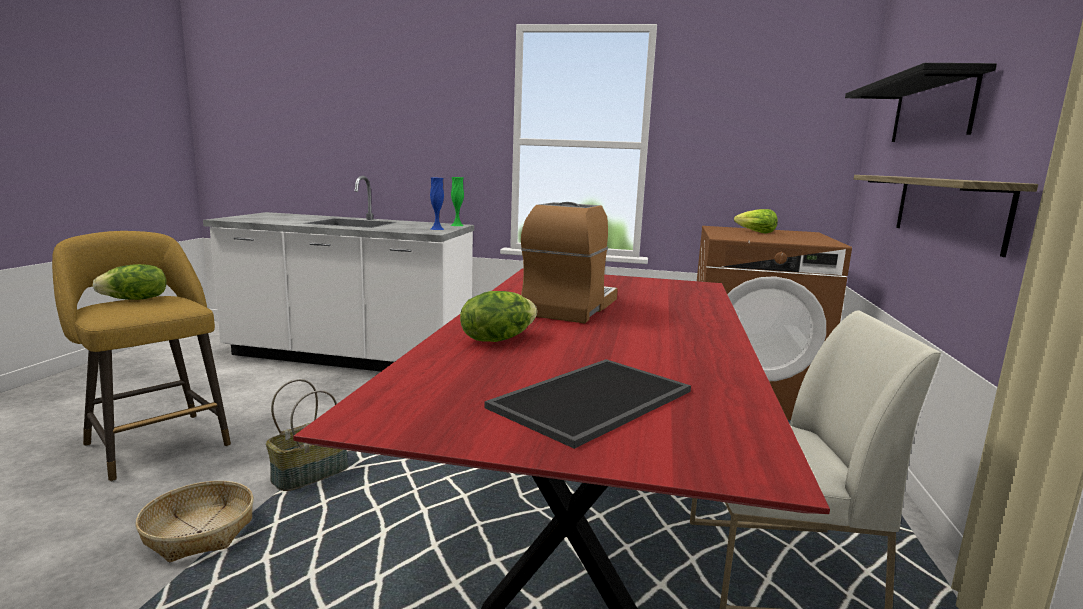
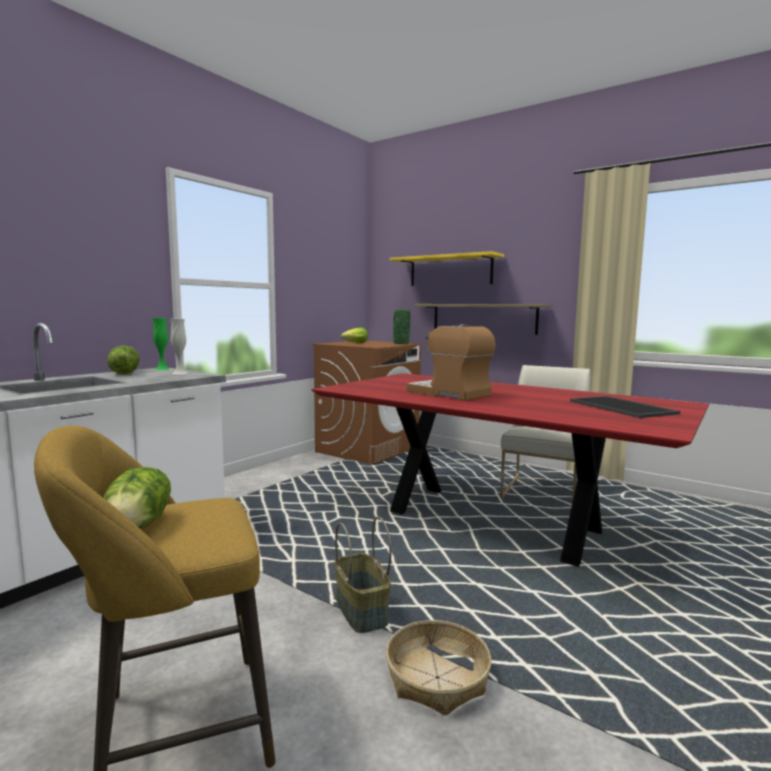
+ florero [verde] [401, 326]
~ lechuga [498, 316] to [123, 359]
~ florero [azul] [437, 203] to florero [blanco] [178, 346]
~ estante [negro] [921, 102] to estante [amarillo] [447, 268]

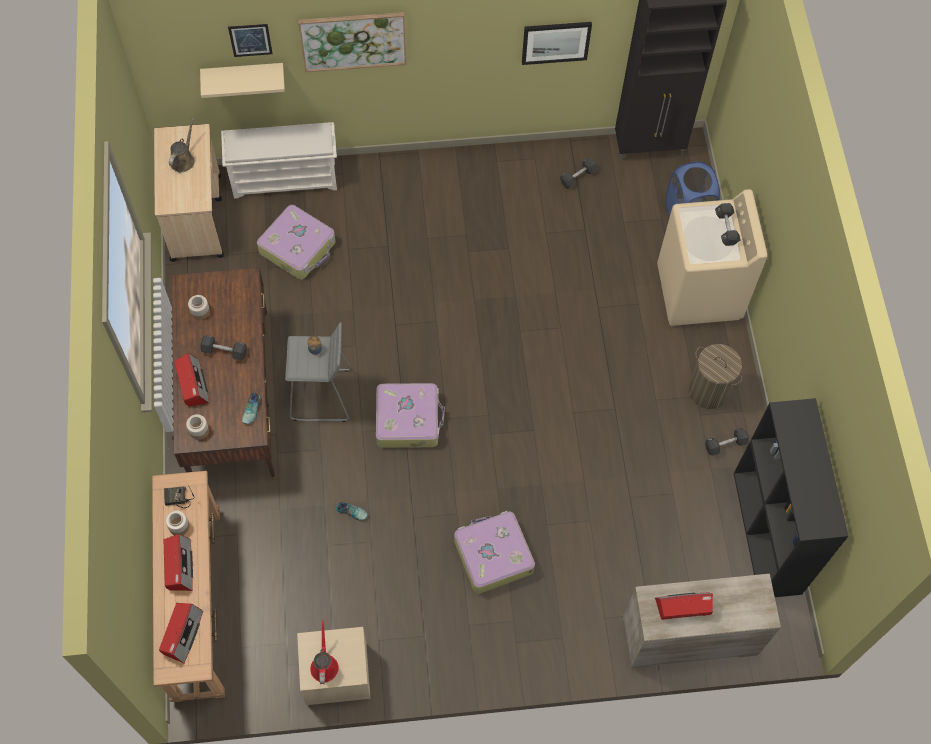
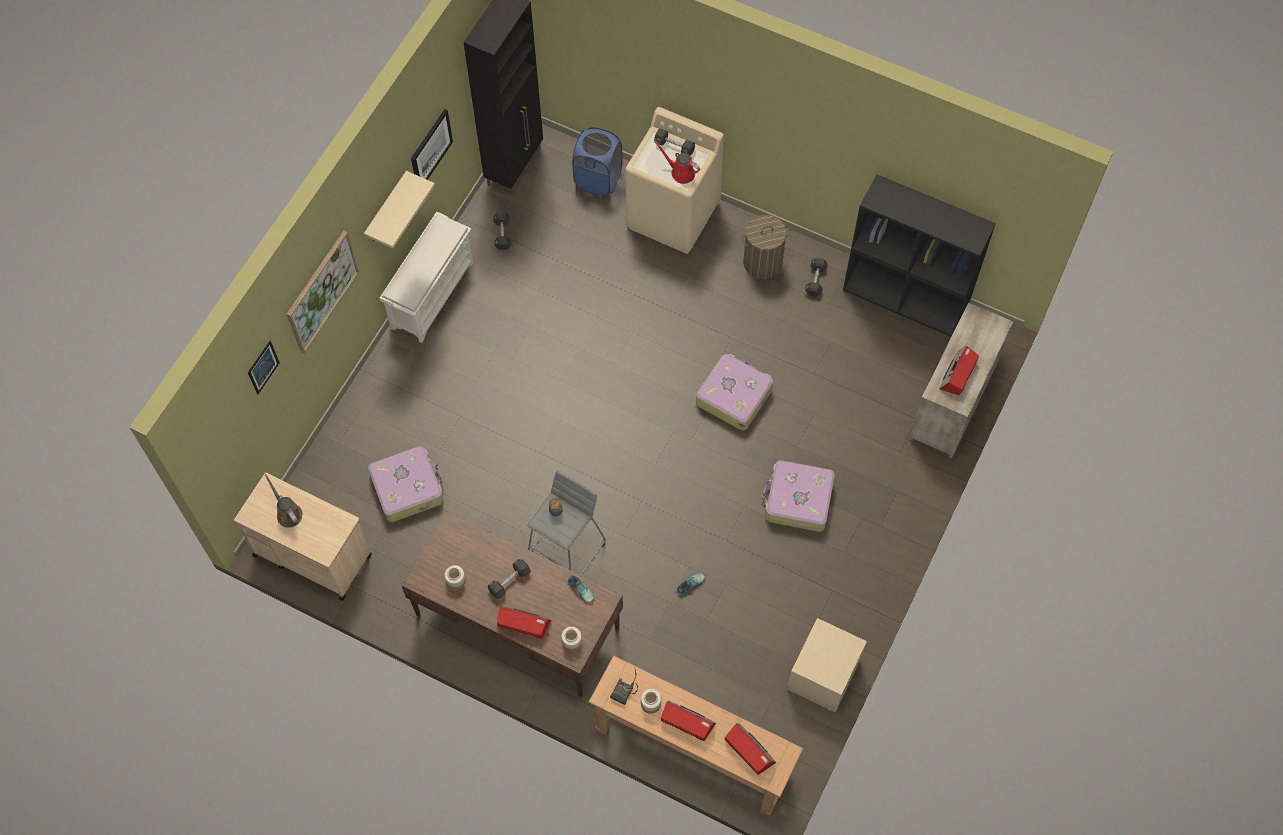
~ estante [beis] [242, 80] to [399, 209]
~ zapatero [blanco] [279, 160] to [426, 277]
~ regadera [rojo] [324, 651] to [677, 162]
~ maleta [410, 415] to [734, 392]

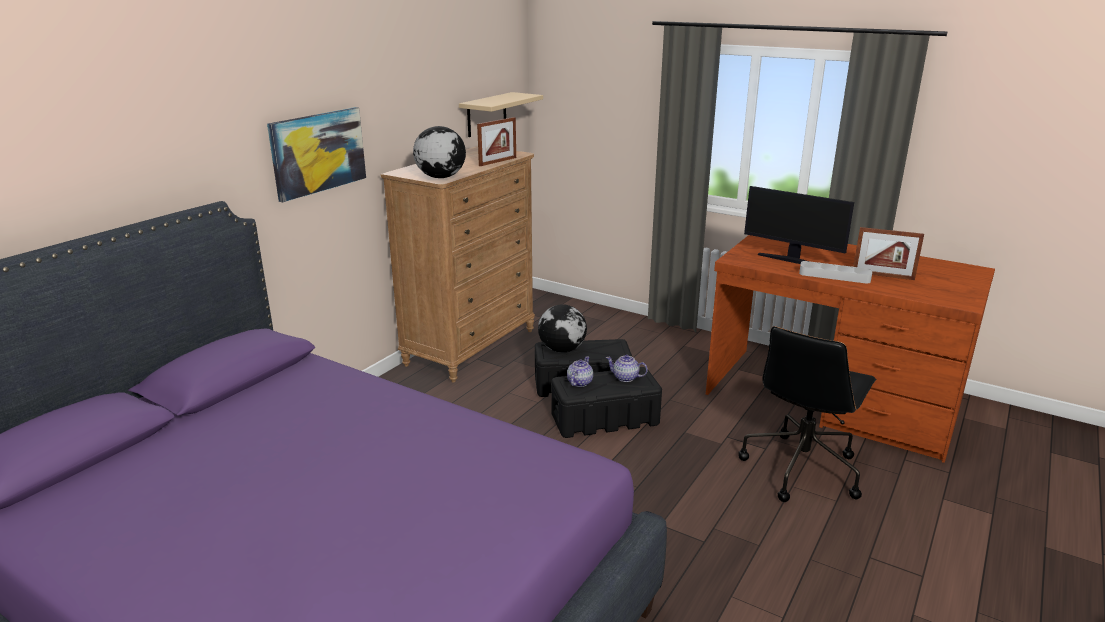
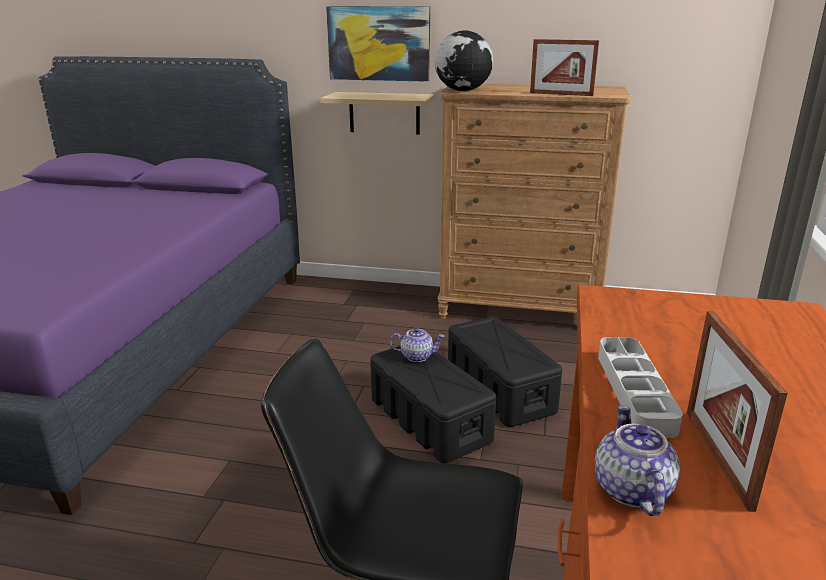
- globo terráqueo [562, 328]
- monitor [799, 225]
~ estante [beis] [501, 114] to [377, 113]
~ tetera [627, 368] to [637, 460]

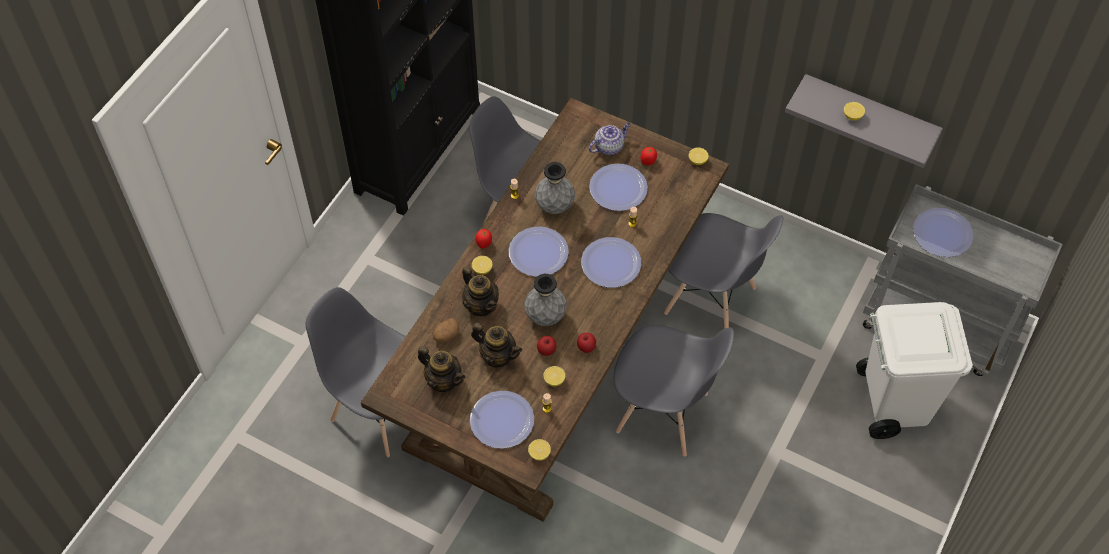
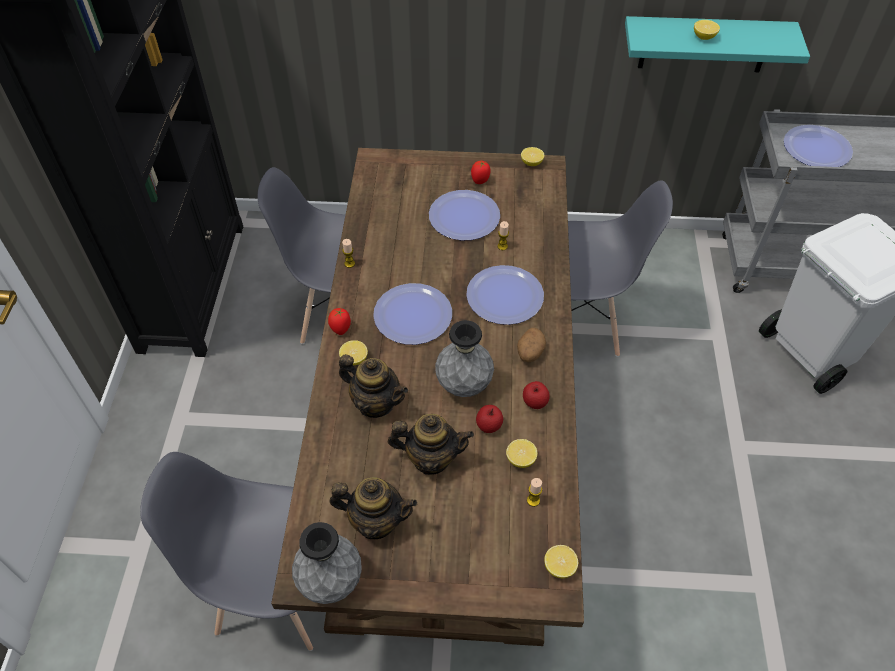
- plato [502, 420]
- tetera [610, 139]
- silla [gris] [674, 390]
~ patata [446, 330] to [531, 345]
~ florero [gris] [555, 188] to [327, 563]
~ estante [gris] [864, 121] to estante [turquesa] [717, 44]

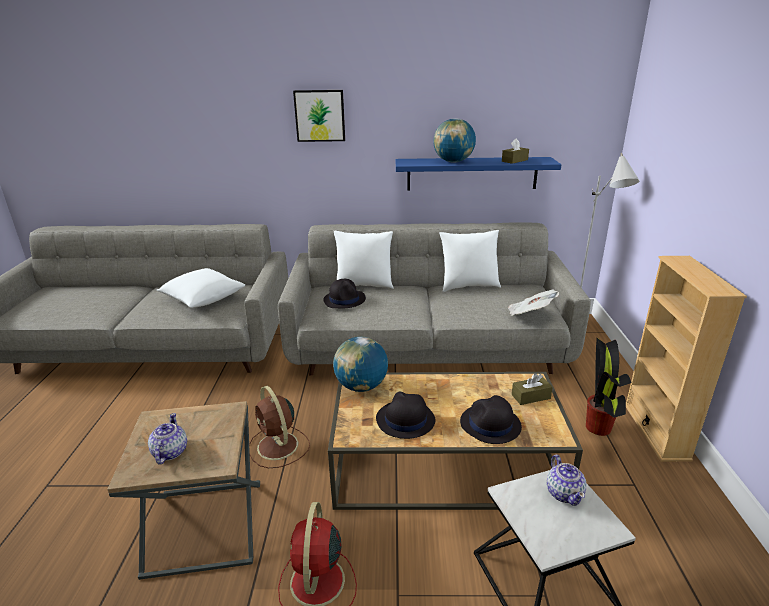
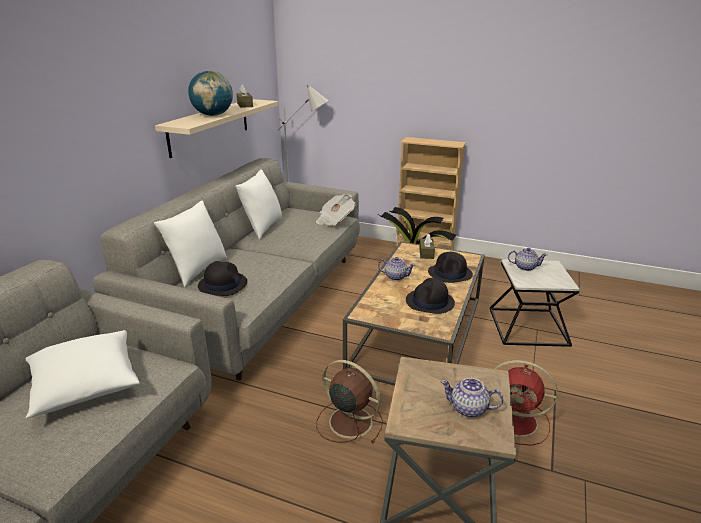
- cuadro [319, 116]
- globo terráqueo [360, 364]
+ tetera [396, 269]
~ estante [azul] [479, 174] to estante [beis] [216, 128]
~ ventilador [marrón] [279, 427] = [349, 402] 135 degrees counterclockwise

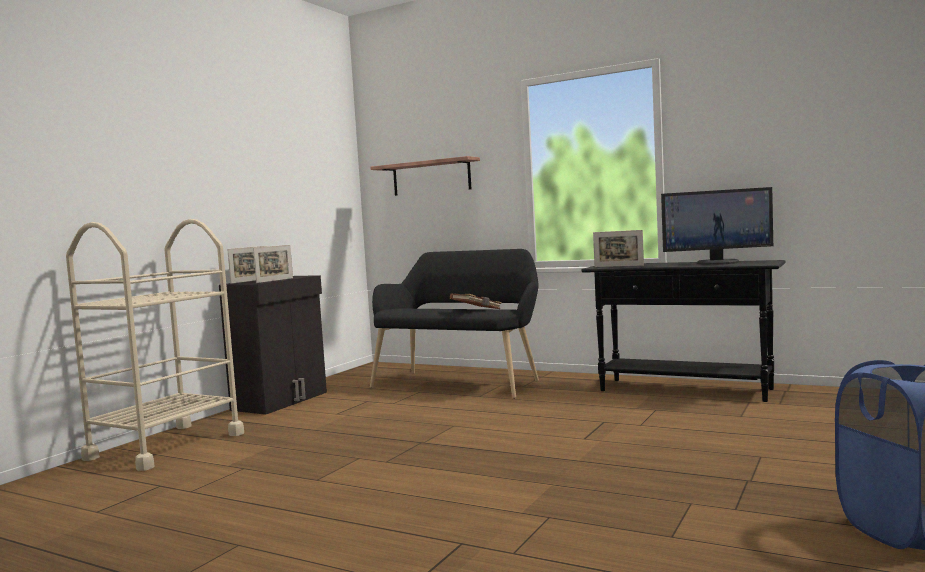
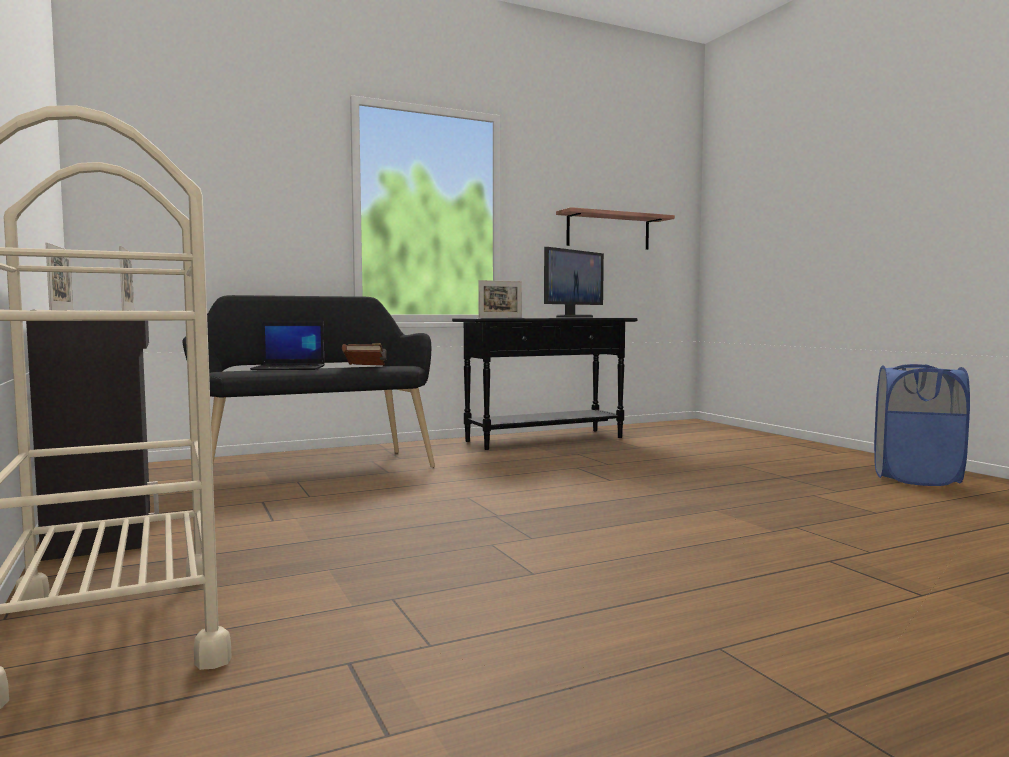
+ portátil [287, 345]
~ estante [425, 176] to [615, 228]

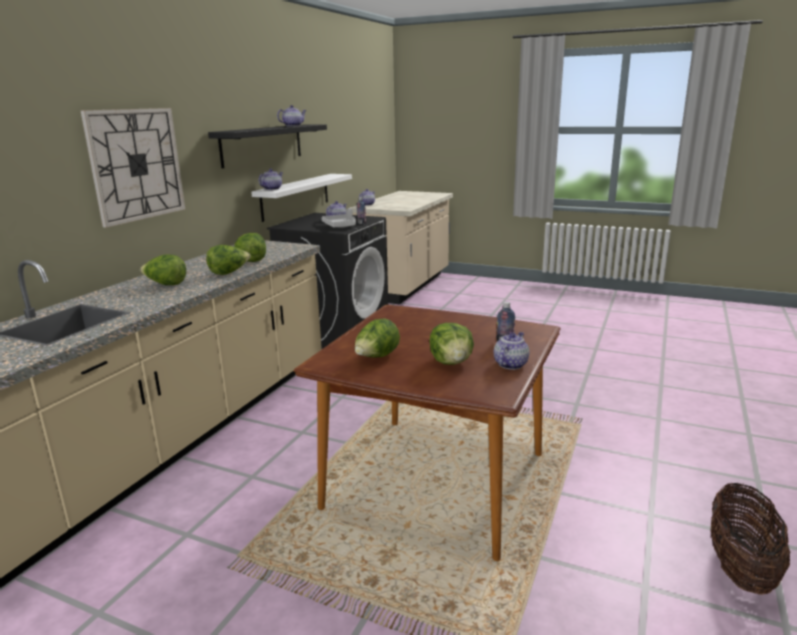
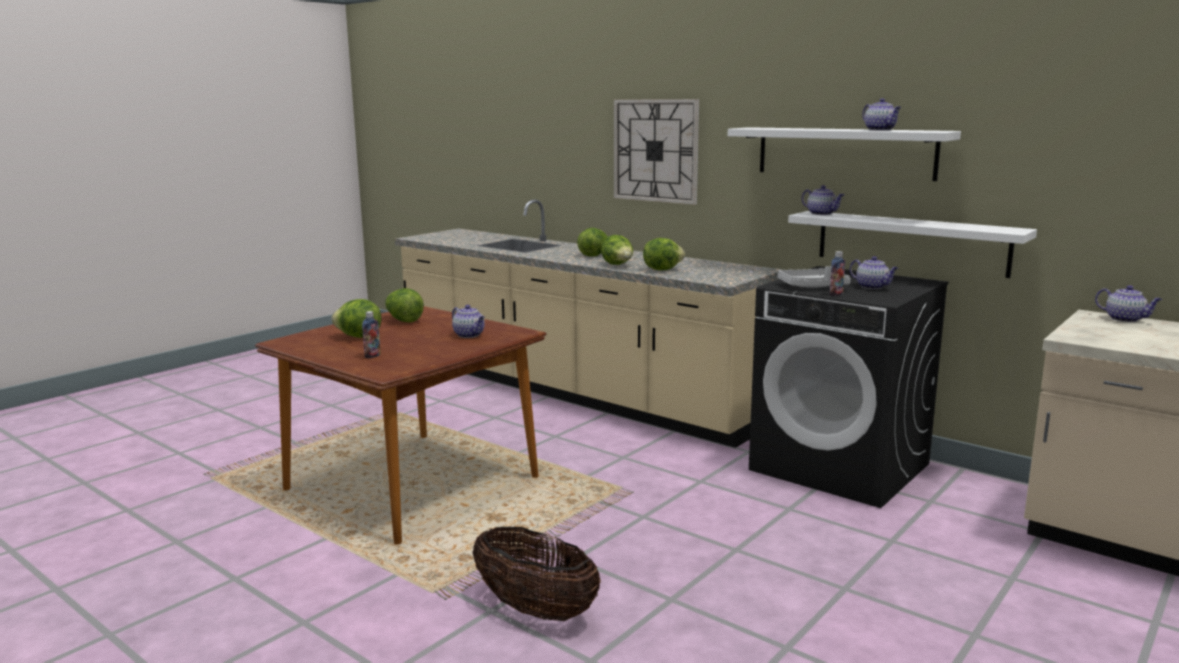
~ tetera [512, 351] to [468, 321]
~ cesta [750, 538] to [536, 574]
~ estante [negro] [267, 146] to estante [blanco] [844, 154]

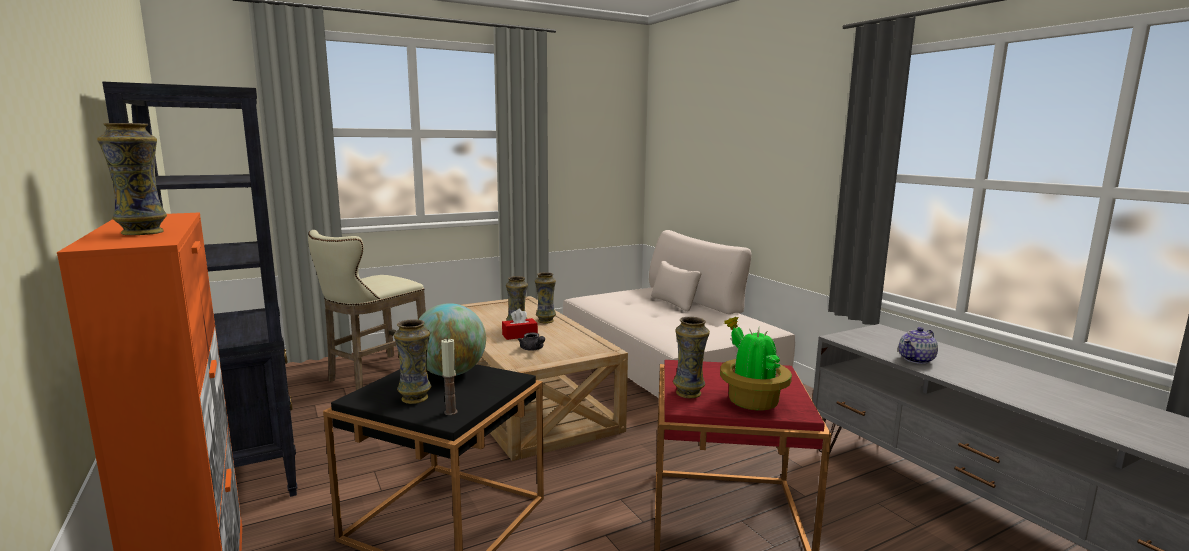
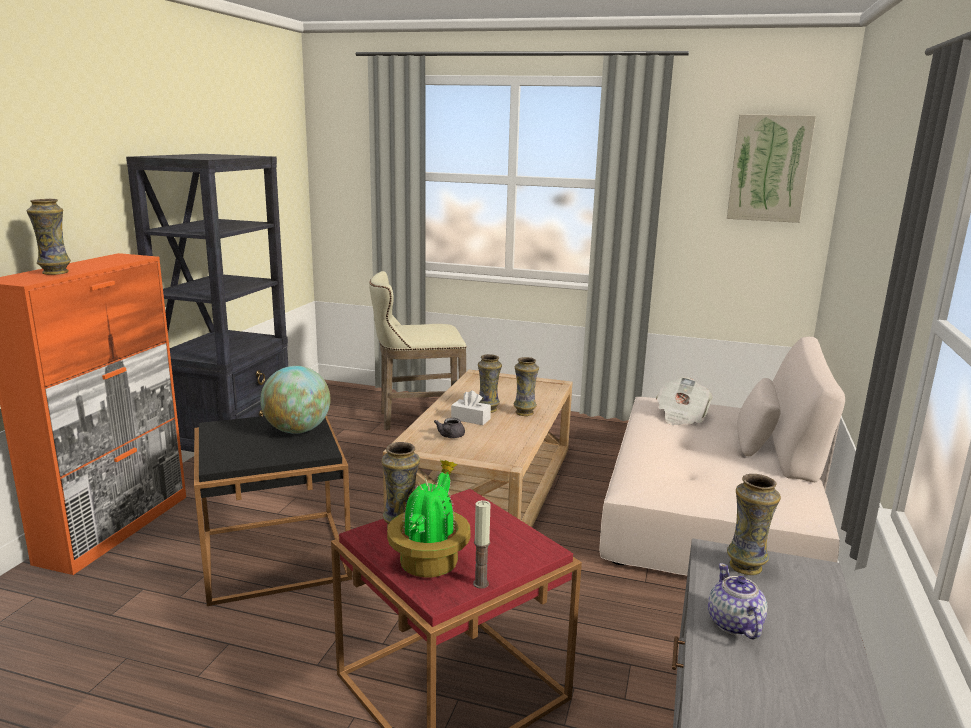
+ periódico [684, 401]
+ cuadro [771, 168]
~ florero [412, 361] to [754, 524]
~ vela [449, 376] to [481, 544]
~ caja de pañuelos [rojo] [520, 324] to caja de pañuelos [blanco] [471, 407]
~ tetera [918, 345] = [738, 601] 75 degrees clockwise

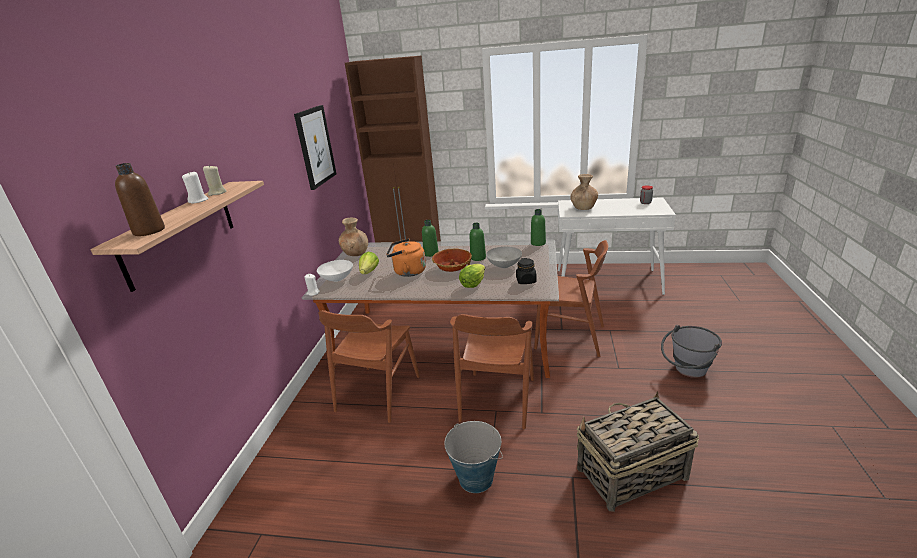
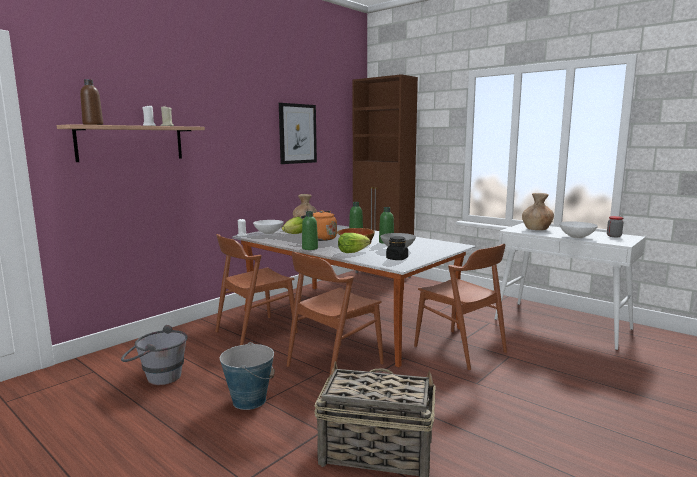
+ cuenco [blanco] [578, 230]
~ botella [verde] [538, 227] to [310, 230]
~ cubo [gris] [691, 351] to [154, 355]

